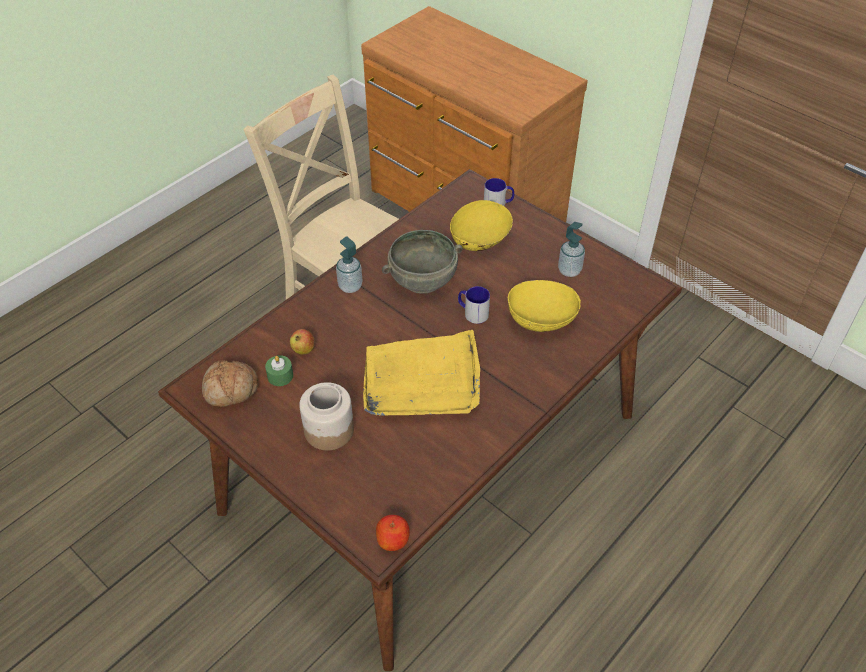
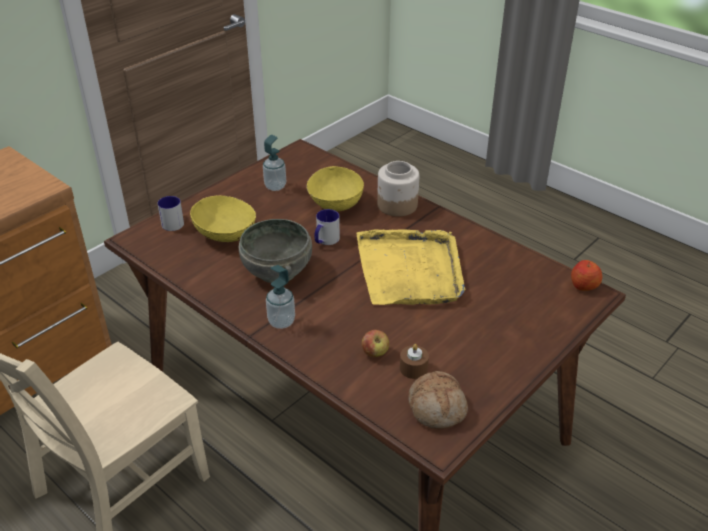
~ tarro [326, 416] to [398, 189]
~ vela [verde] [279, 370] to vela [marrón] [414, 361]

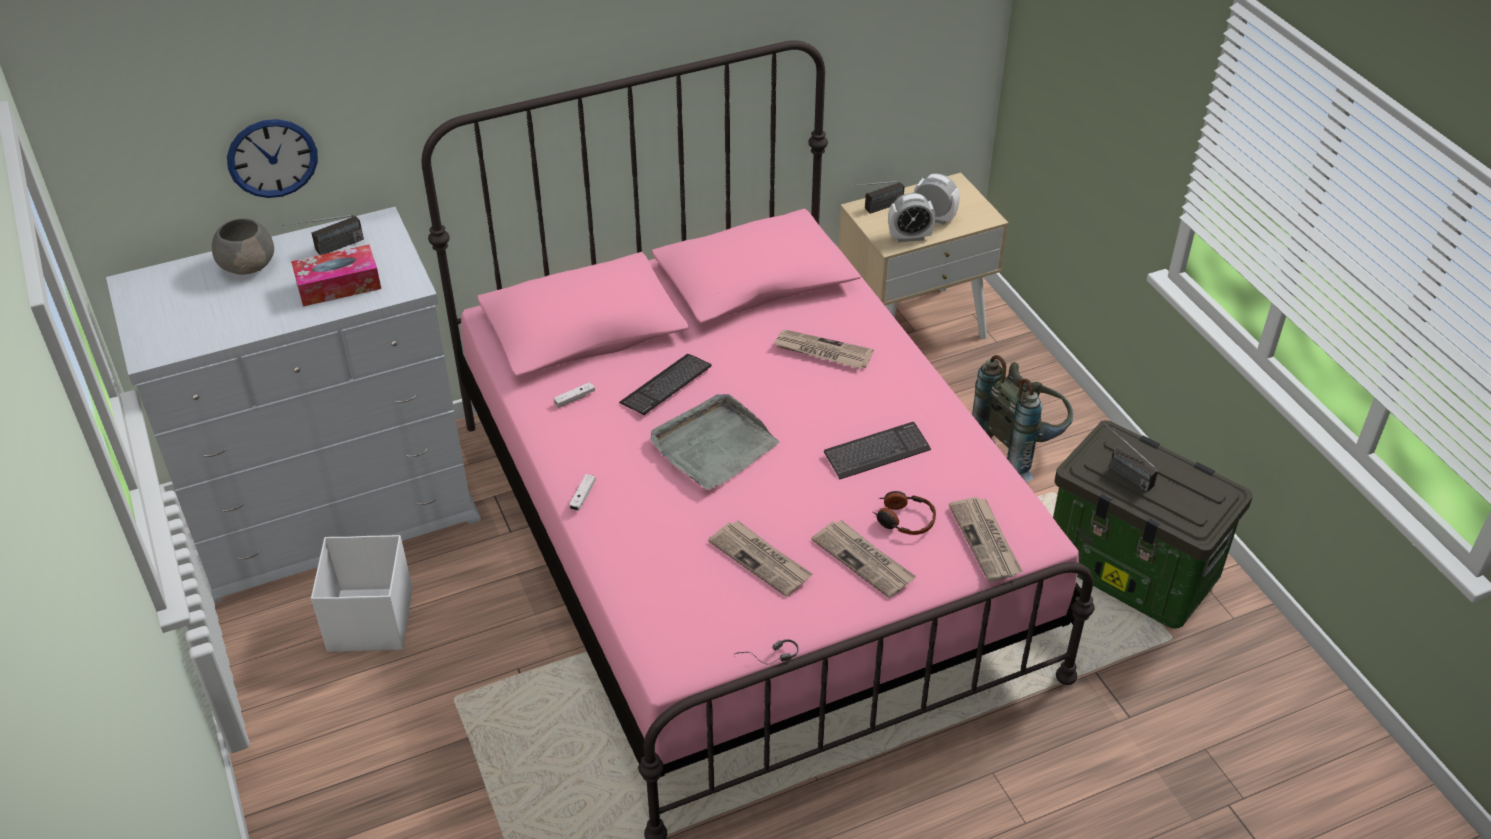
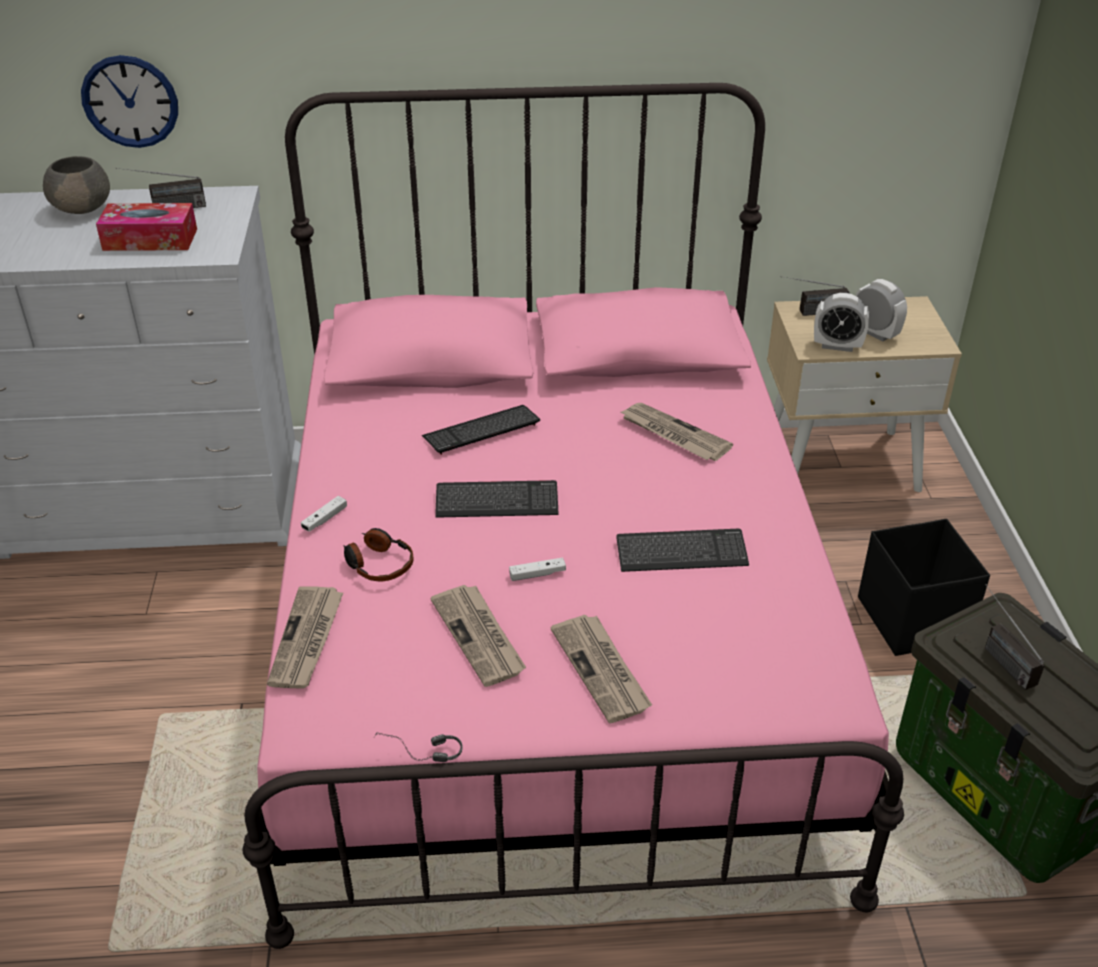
- caja de almacenaje [blanco] [362, 593]
~ mando de consola [blanco] [574, 395] to [537, 569]
~ auriculares [904, 513] to [378, 554]
~ periódico [985, 539] to [305, 637]
~ bandeja [gris] [715, 442] to teclado [496, 499]
~ mochila [gris] [1022, 419] to caja de almacenaje [negro] [924, 587]

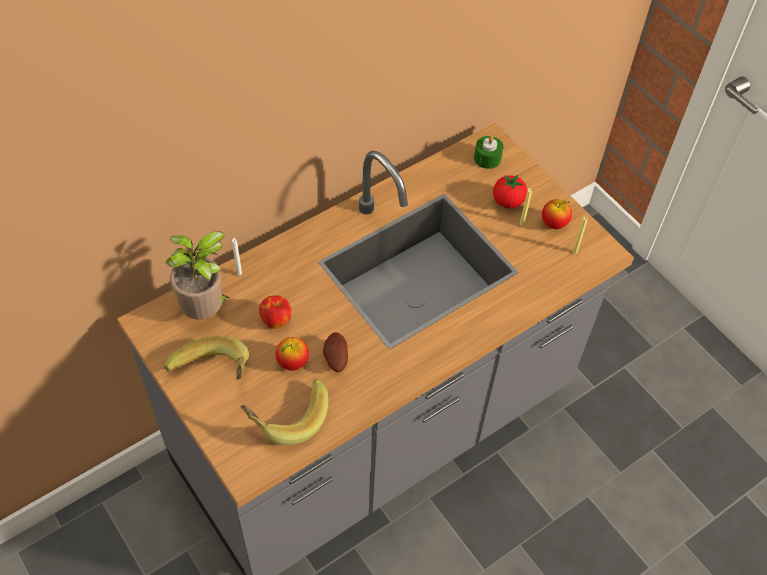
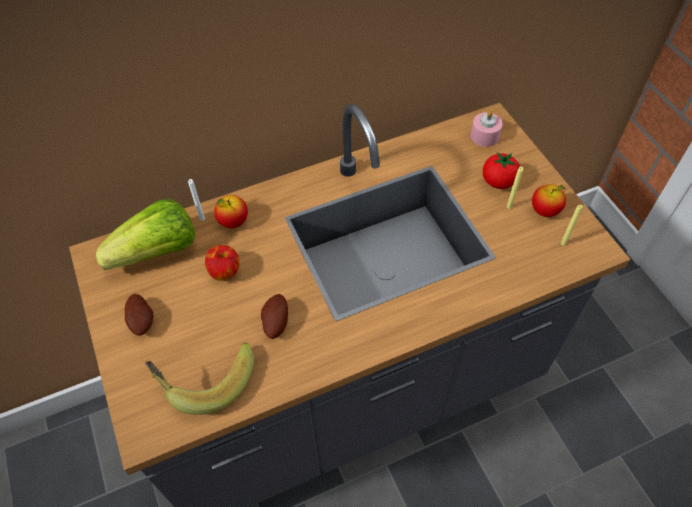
~ manzana [292, 354] to [231, 211]
~ plátano [206, 358] to patata [139, 315]
~ planta en maceta [198, 276] to lechuga [145, 234]
~ vela [verde] [489, 152] to vela [rosa] [487, 128]

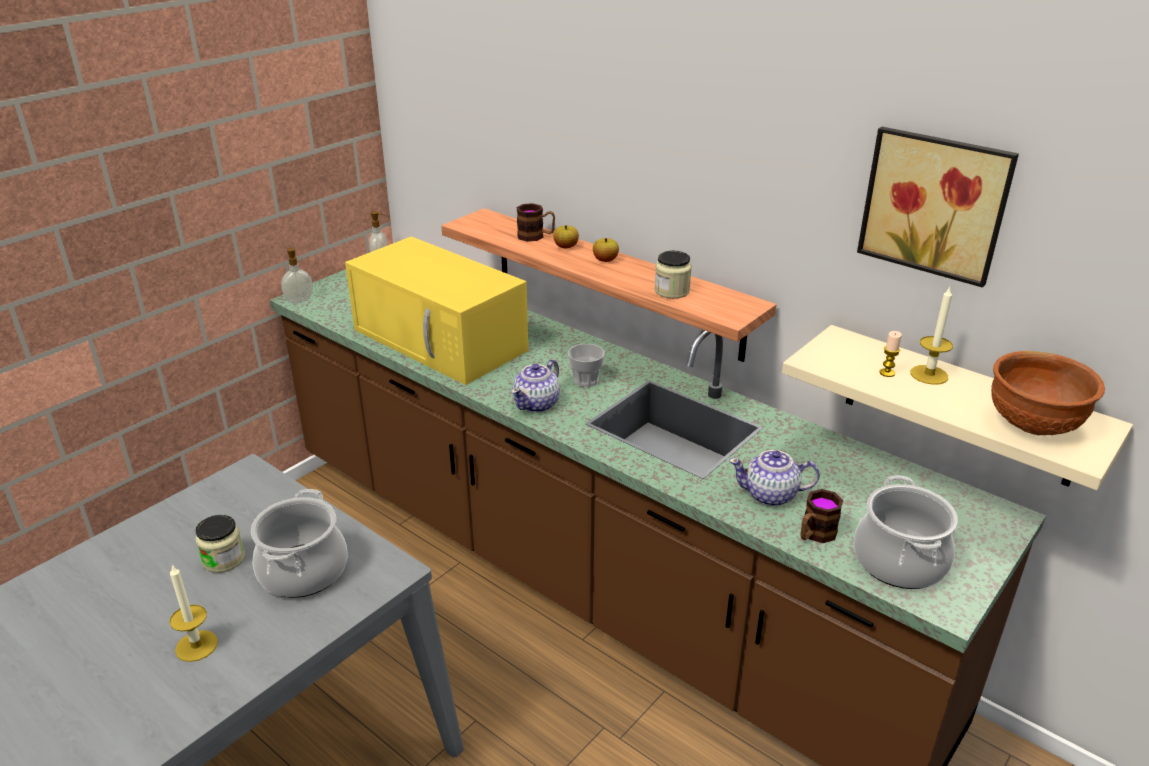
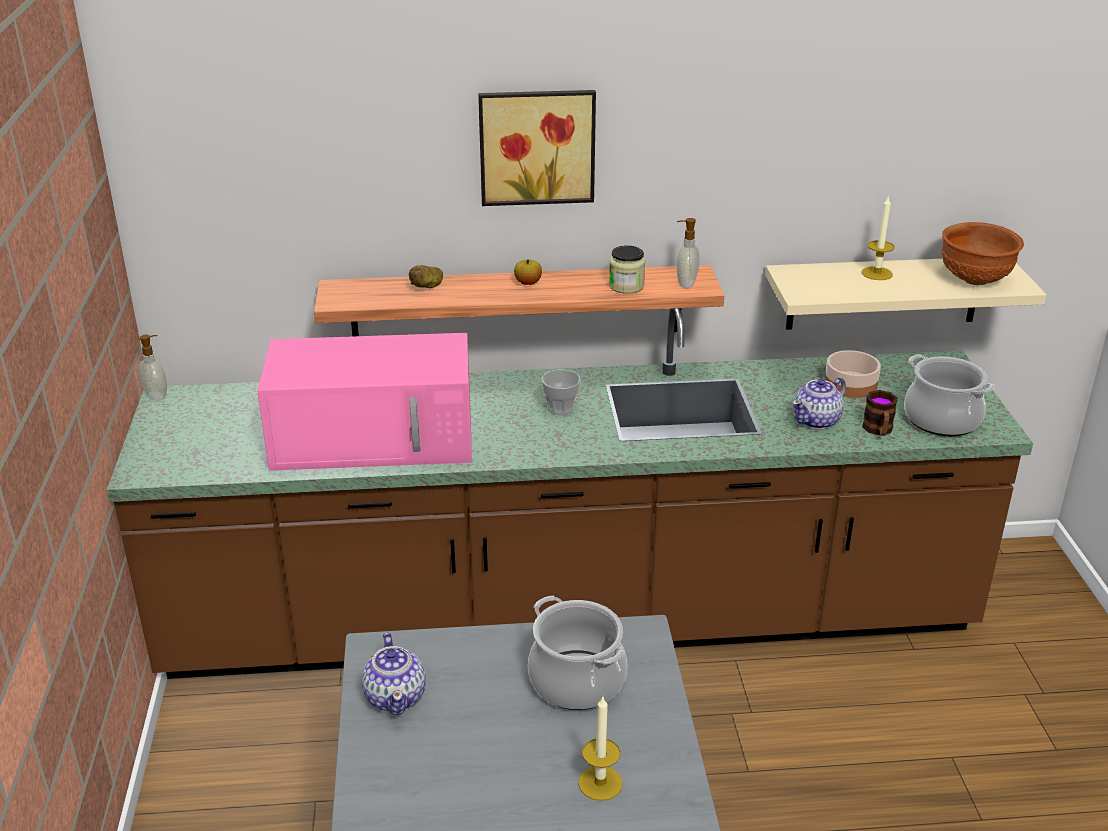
- tarro [220, 544]
- manzana [566, 236]
- vela [890, 354]
+ cuenco [853, 374]
~ dispensador de jabón [297, 275] to [688, 253]
~ tetera [536, 386] to [393, 674]
~ cuadro [938, 207] to [537, 148]
~ taza grande [535, 222] to patata [426, 276]
~ microondas [amarillo] [436, 311] to microondas [rosa] [364, 402]

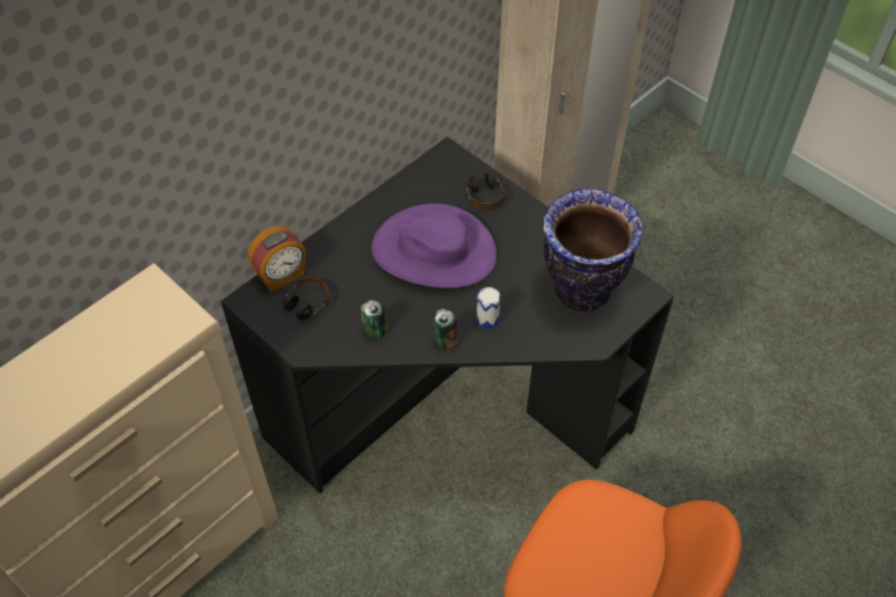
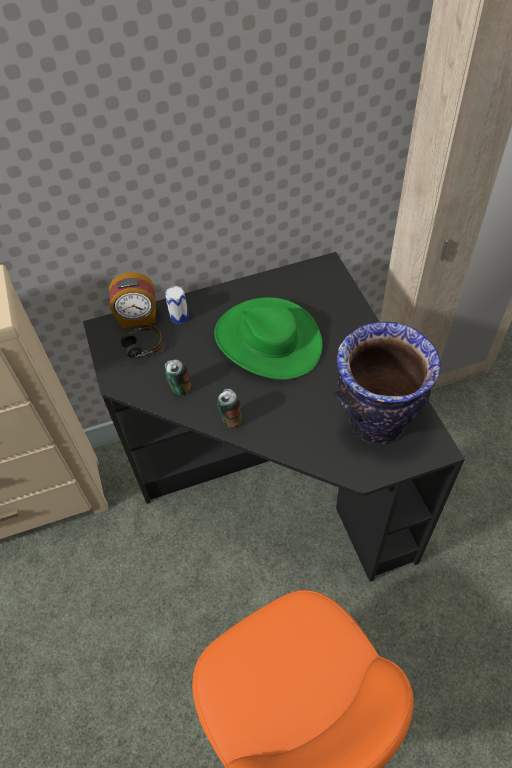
- auriculares [480, 183]
~ lata [488, 308] to [177, 305]
~ sombrero [morado] [434, 245] to sombrero [verde] [268, 338]

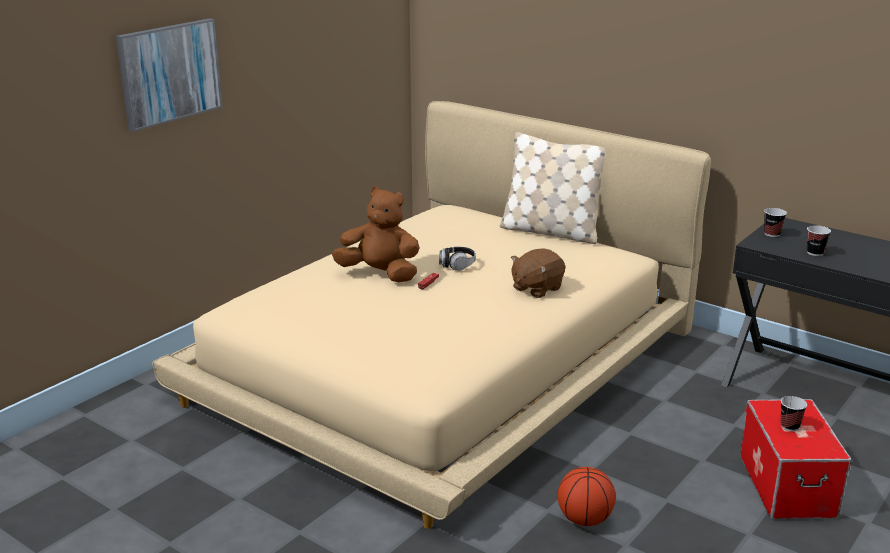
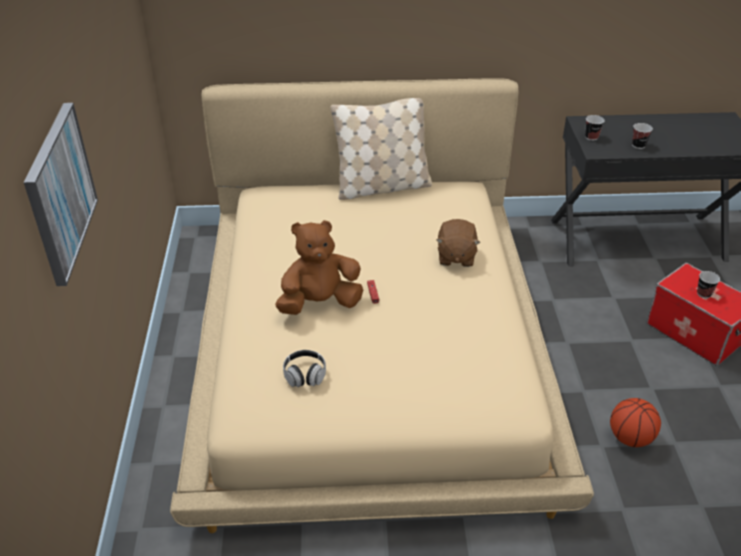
~ auriculares [457, 259] to [304, 368]

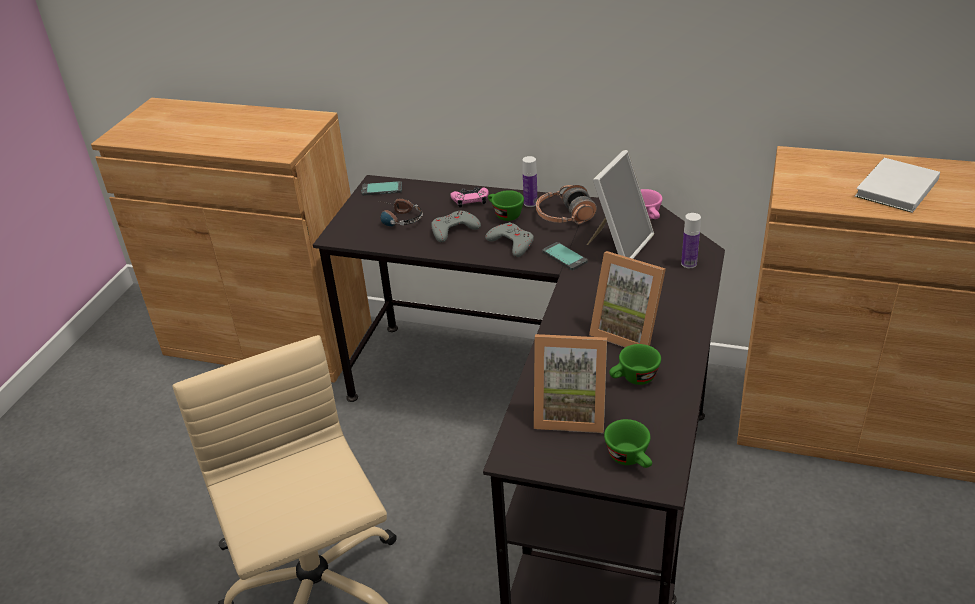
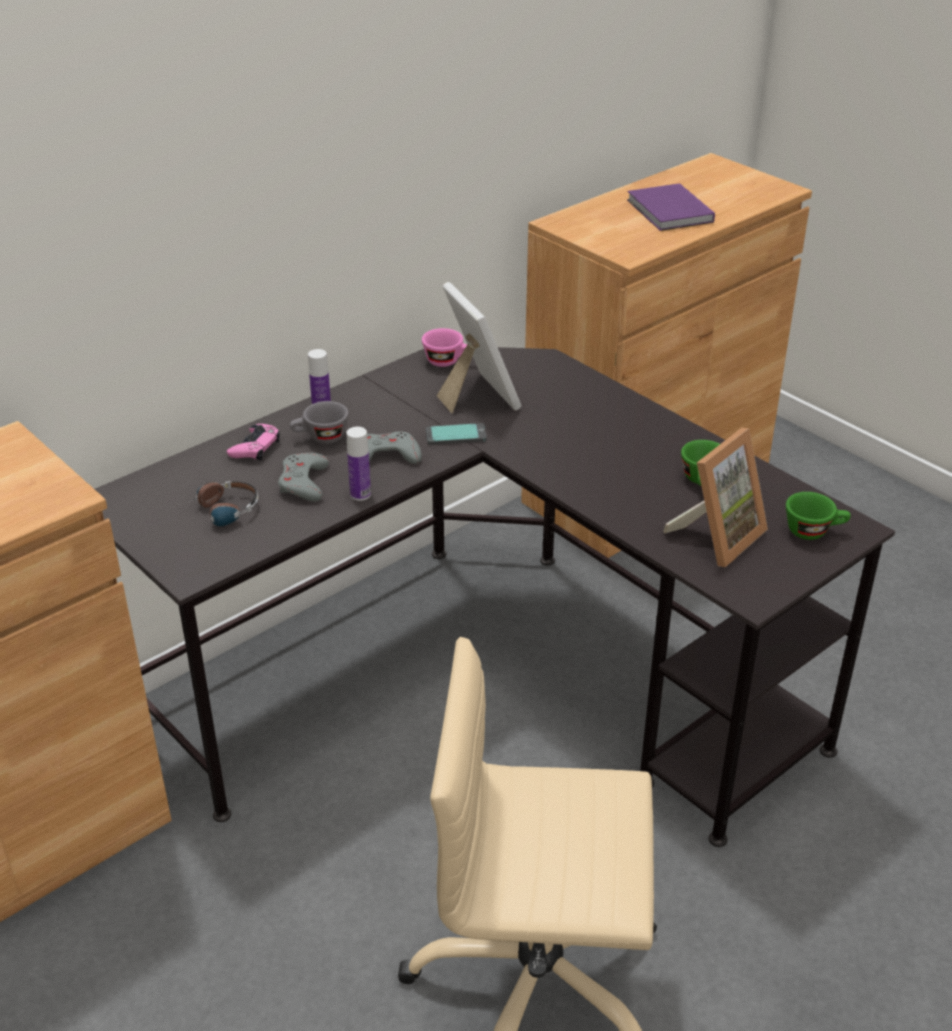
- móvil [381, 188]
- auriculares [566, 204]
- portarretratos [627, 299]
~ botella [691, 240] to [358, 464]
~ taza [verde] [506, 205] to taza [gris] [319, 422]
~ libro [blanco] [897, 185] to libro [morado] [671, 207]

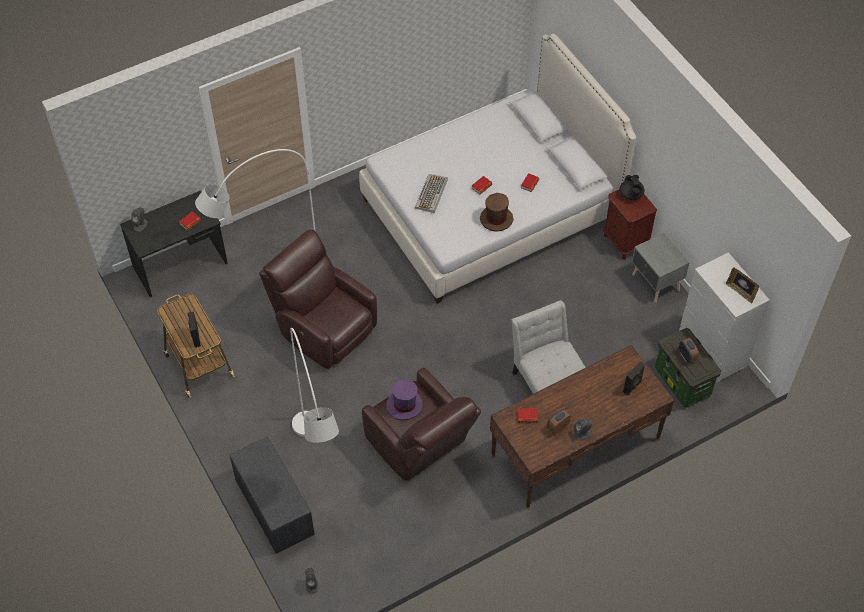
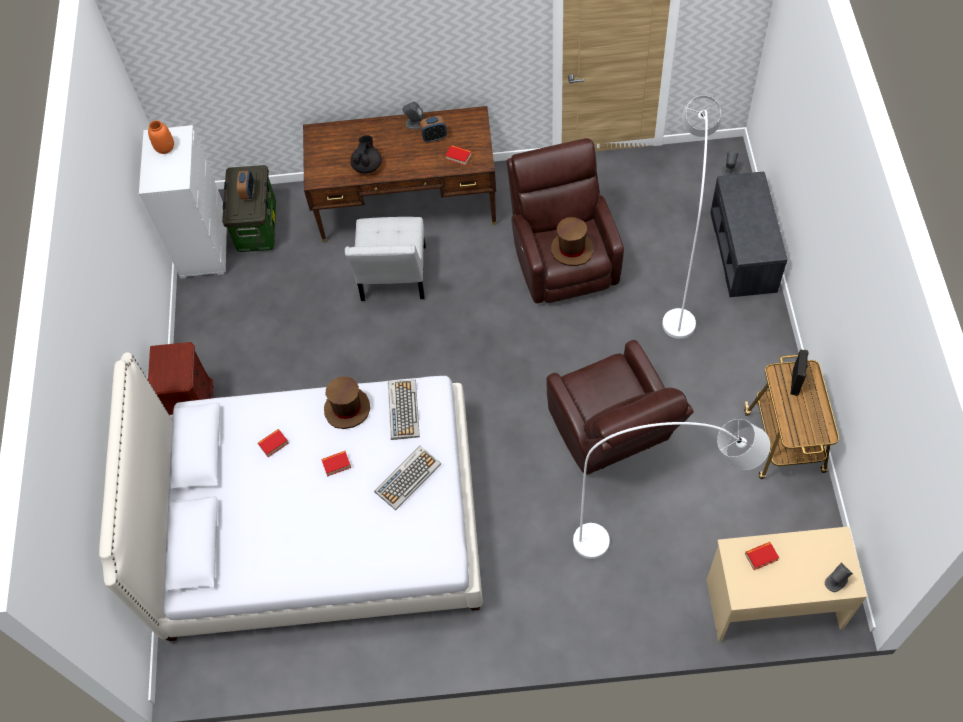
- altavoz [negro] [634, 378]
- mesita de noche [gris] [660, 268]
+ teclado [404, 410]
~ tetera [negro] [631, 187] to [366, 154]
~ portarretratos [742, 285] to florero [naranja] [161, 137]
~ escritorio [negro] [174, 243] to escritorio [beis] [787, 584]
~ sombrero [morado] [405, 399] to sombrero [marrón] [572, 241]

